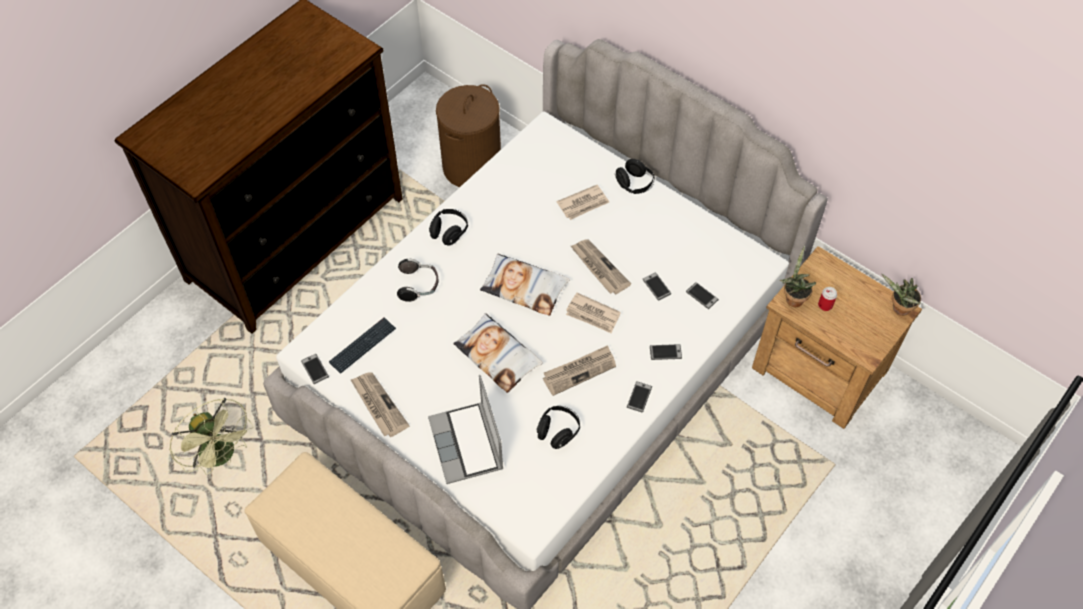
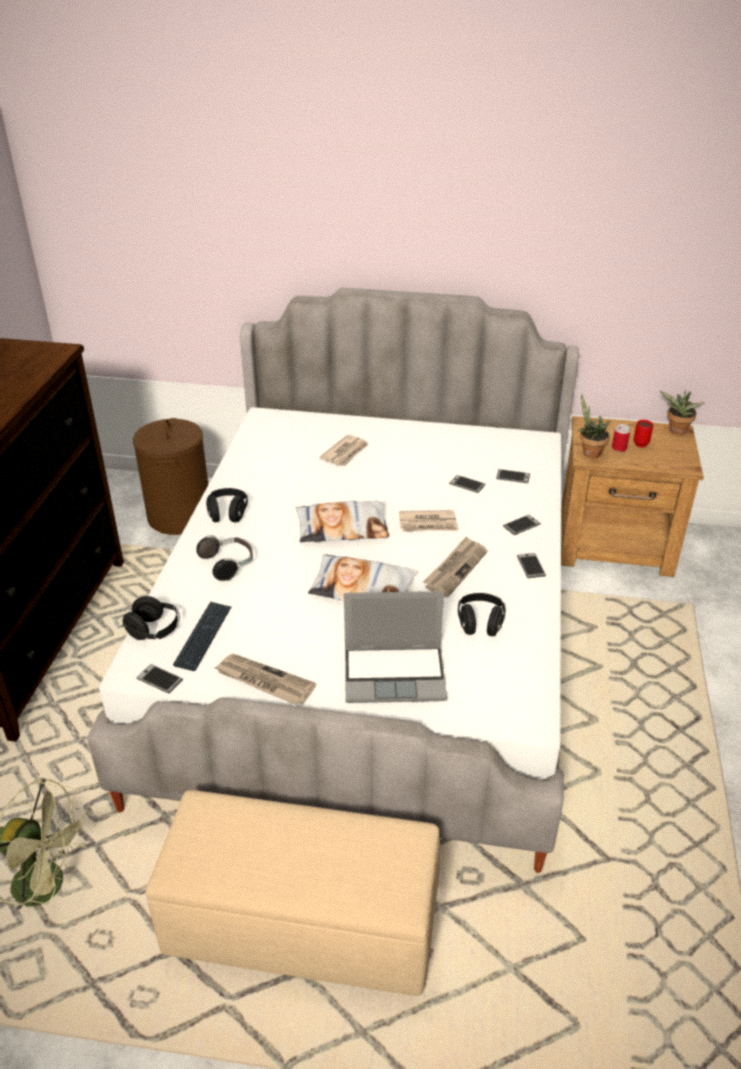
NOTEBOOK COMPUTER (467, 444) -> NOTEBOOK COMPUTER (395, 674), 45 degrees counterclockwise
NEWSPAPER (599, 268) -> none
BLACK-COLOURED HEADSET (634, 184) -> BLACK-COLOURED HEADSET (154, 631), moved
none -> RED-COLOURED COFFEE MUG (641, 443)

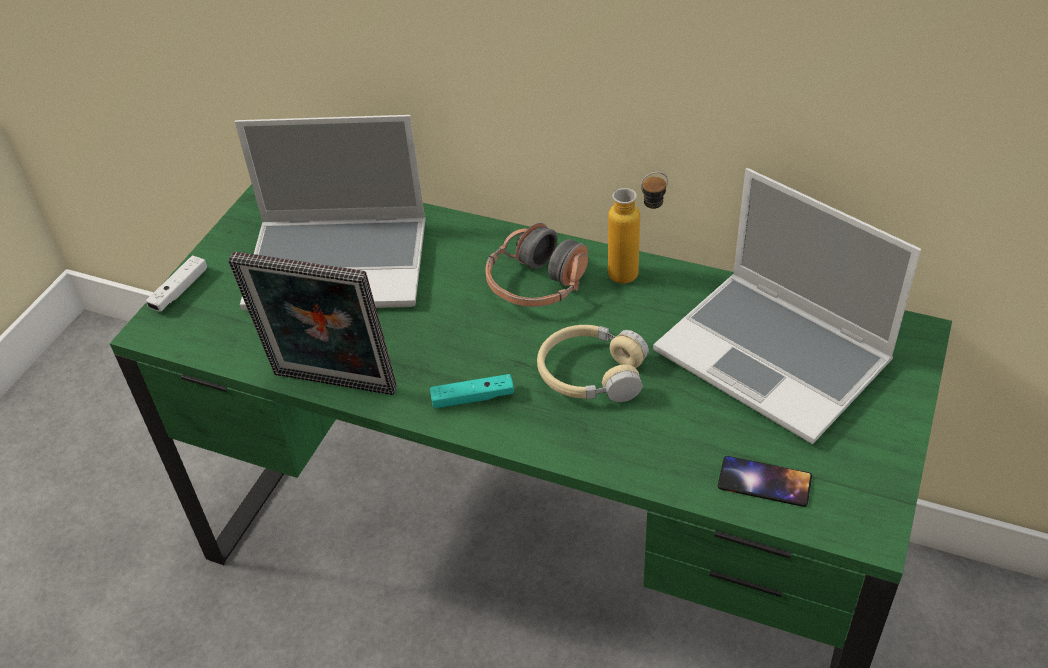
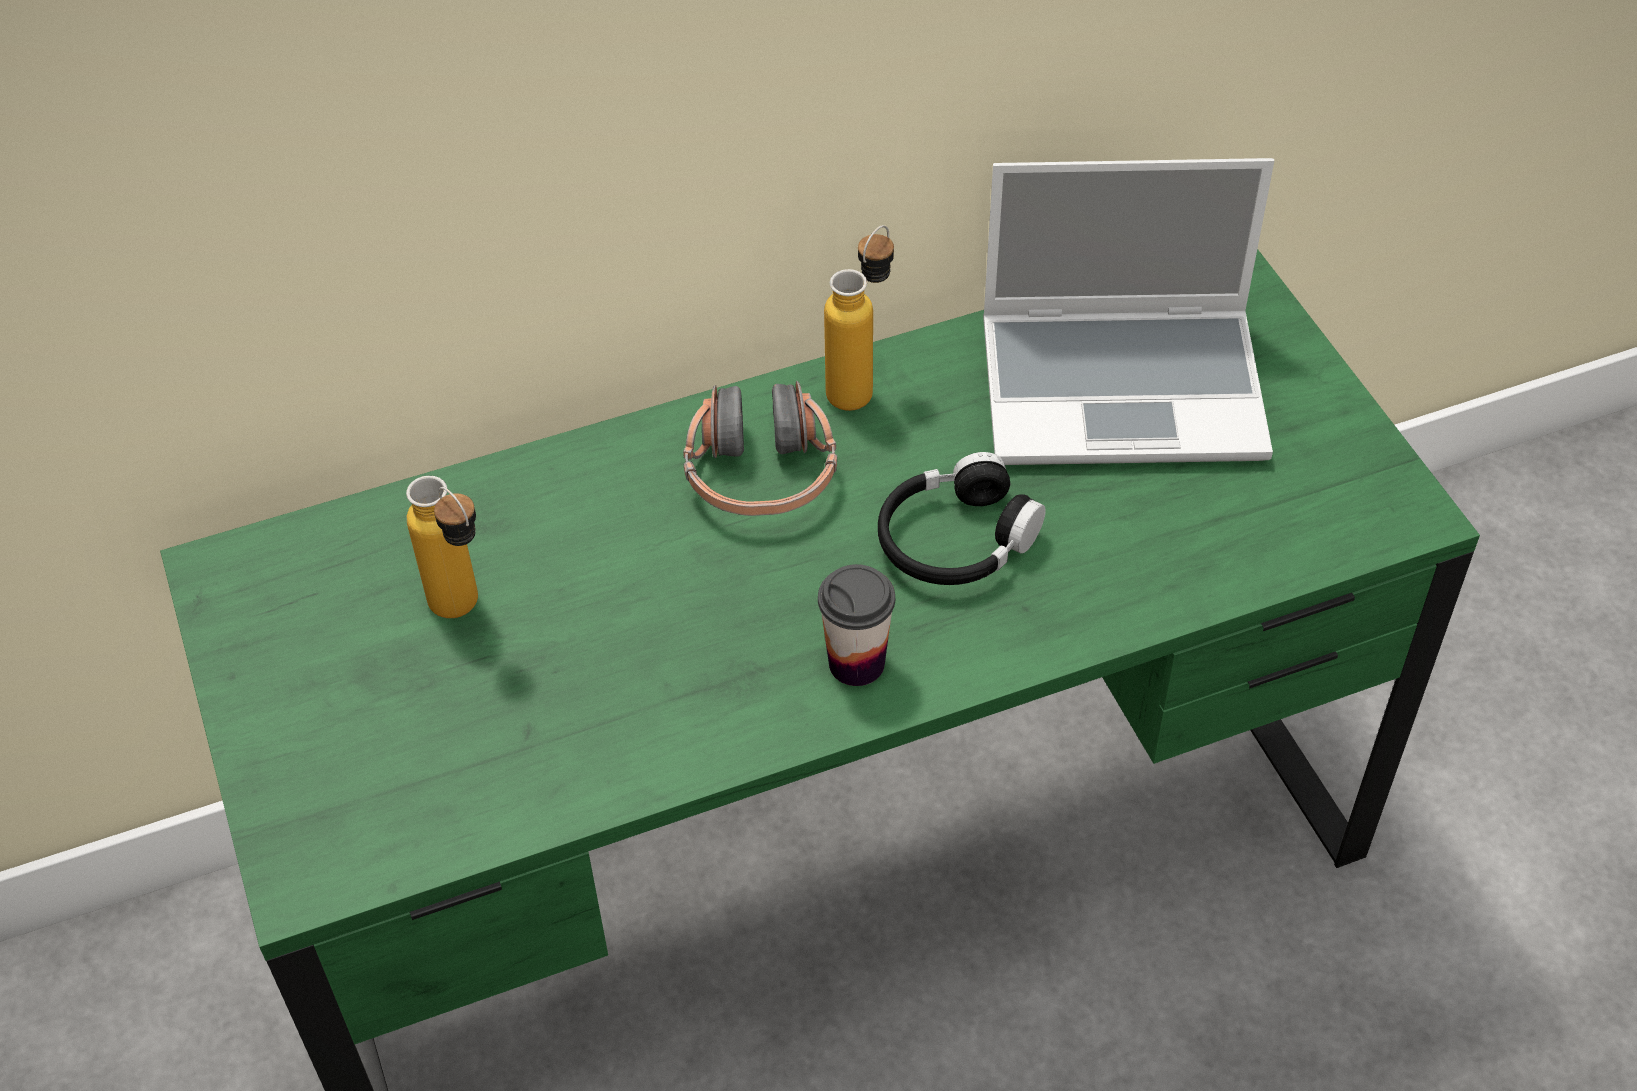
WHITISH JOYPAD (179, 290) -> none
PHOTO FRAME (332, 387) -> none
NOTEBOOK COMPUTER (341, 264) -> DRINK BOTTLE (466, 613)
TURQUOISE-COLOURED JOYPAD (472, 398) -> SMALL CUP (856, 663)
BEIGE HEADSET (591, 374) -> BLACK-COLOURED HEADSET (956, 540)
PHONE (764, 481) -> none

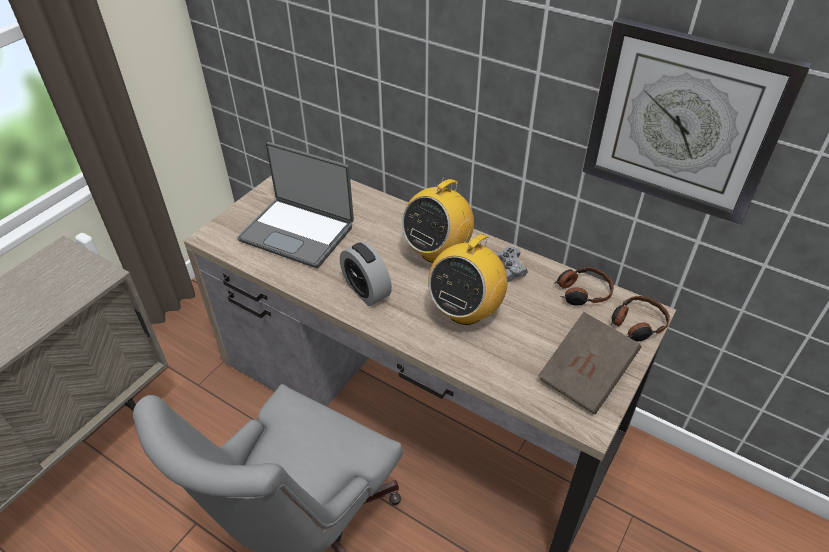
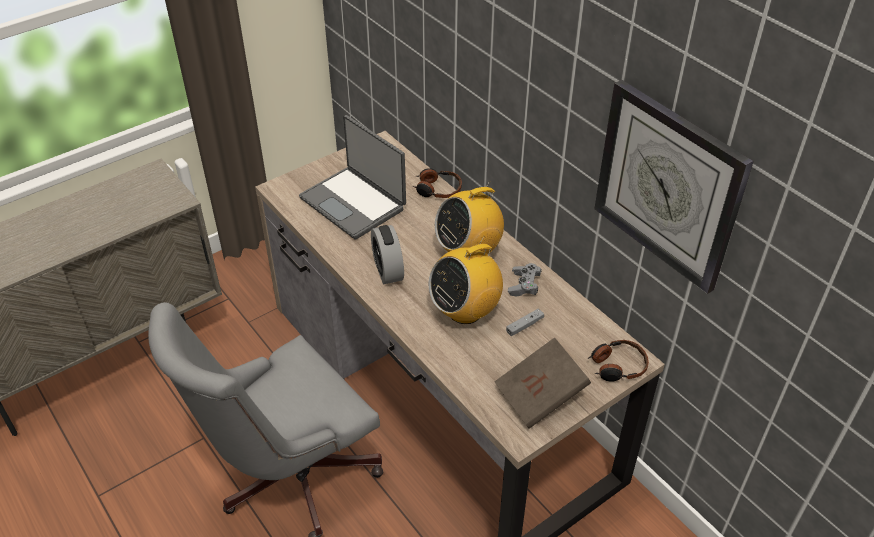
HEADSET (582, 292) -> HEADSET (437, 189), moved
none -> GRAY JOYPAD (524, 325)

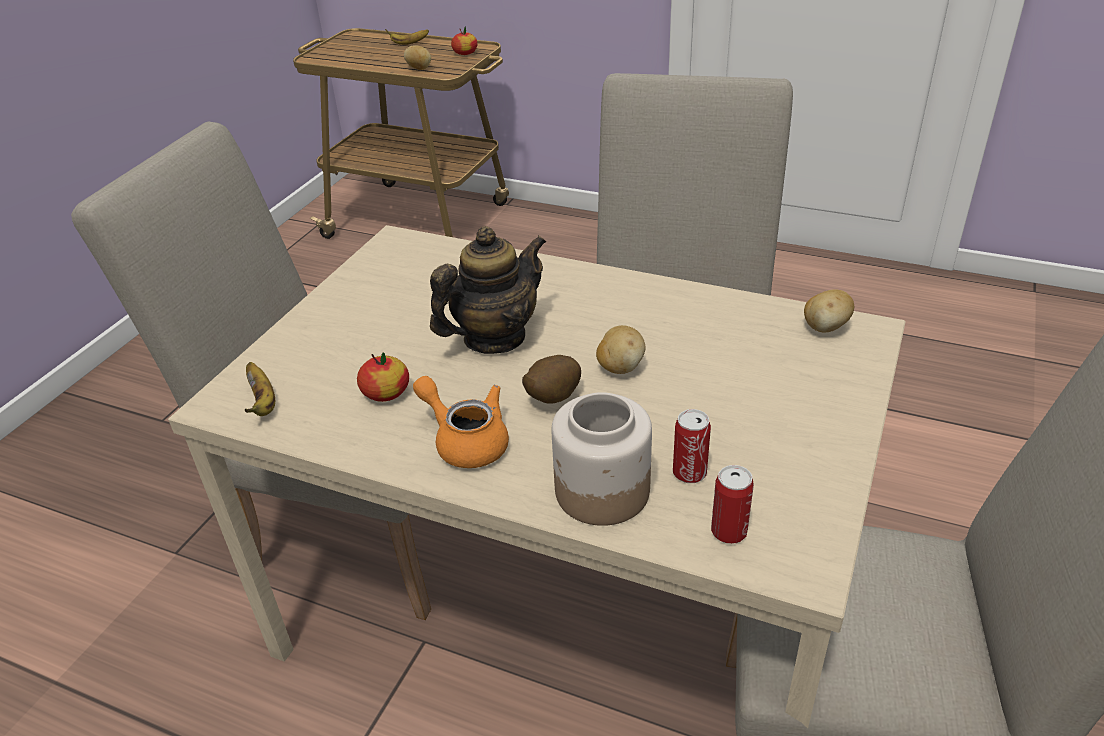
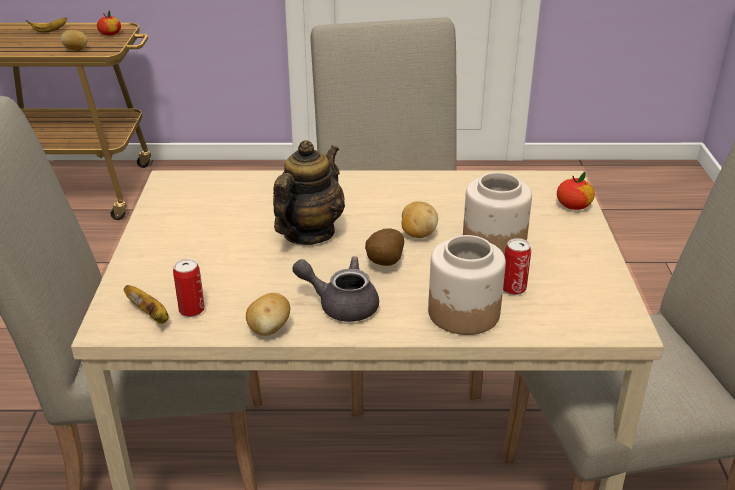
APPLE (386, 393) -> APPLE (573, 205), moved
ORANGE TEA POT (466, 441) -> GRAY TEA POT (341, 304)
METAL CAN (729, 531) -> METAL CAN (191, 310), moved
WHOLE POTATO (825, 327) -> WHOLE POTATO (269, 329), moved
none -> JAR (493, 243)

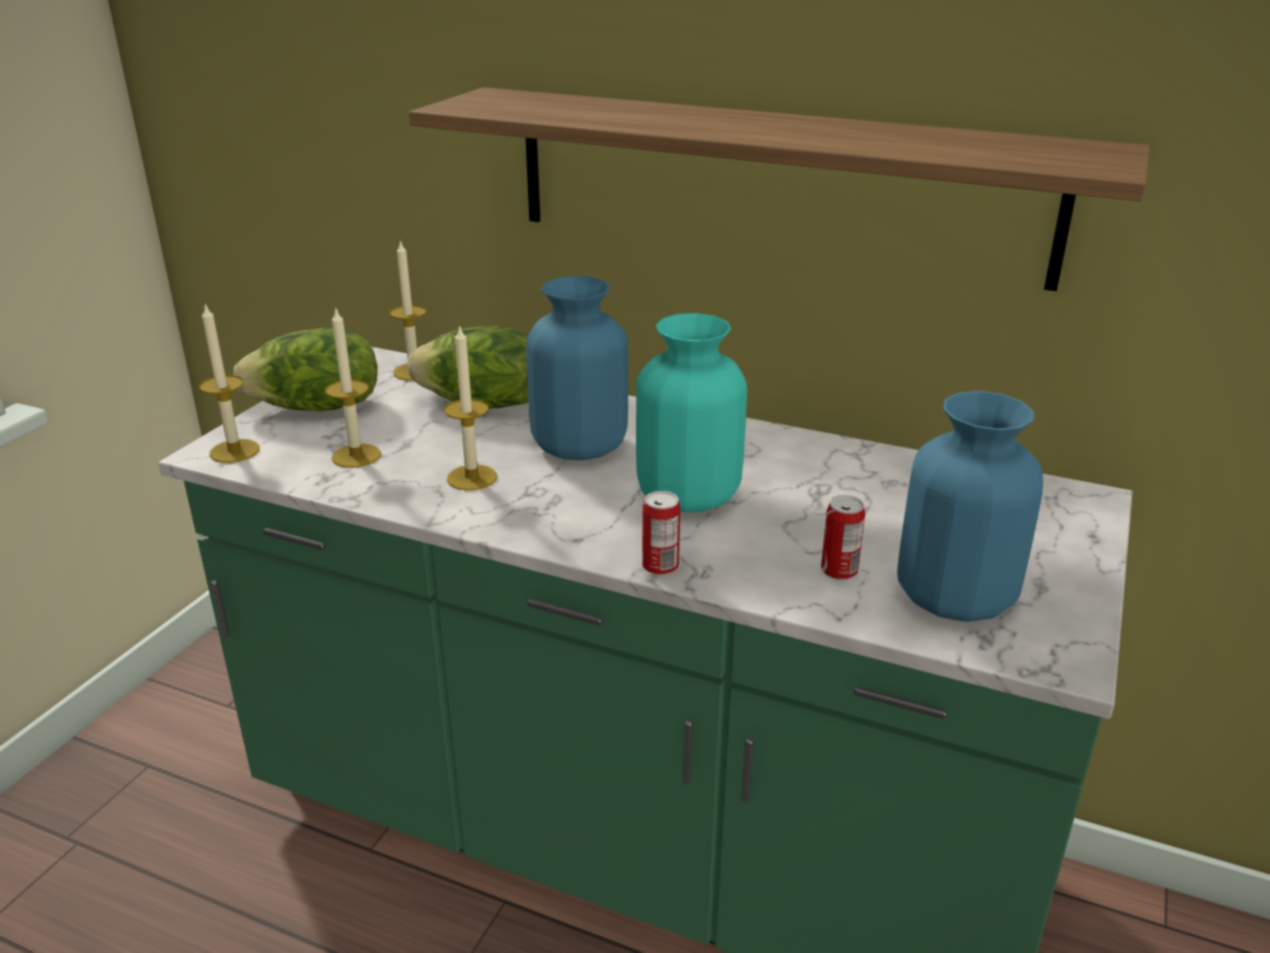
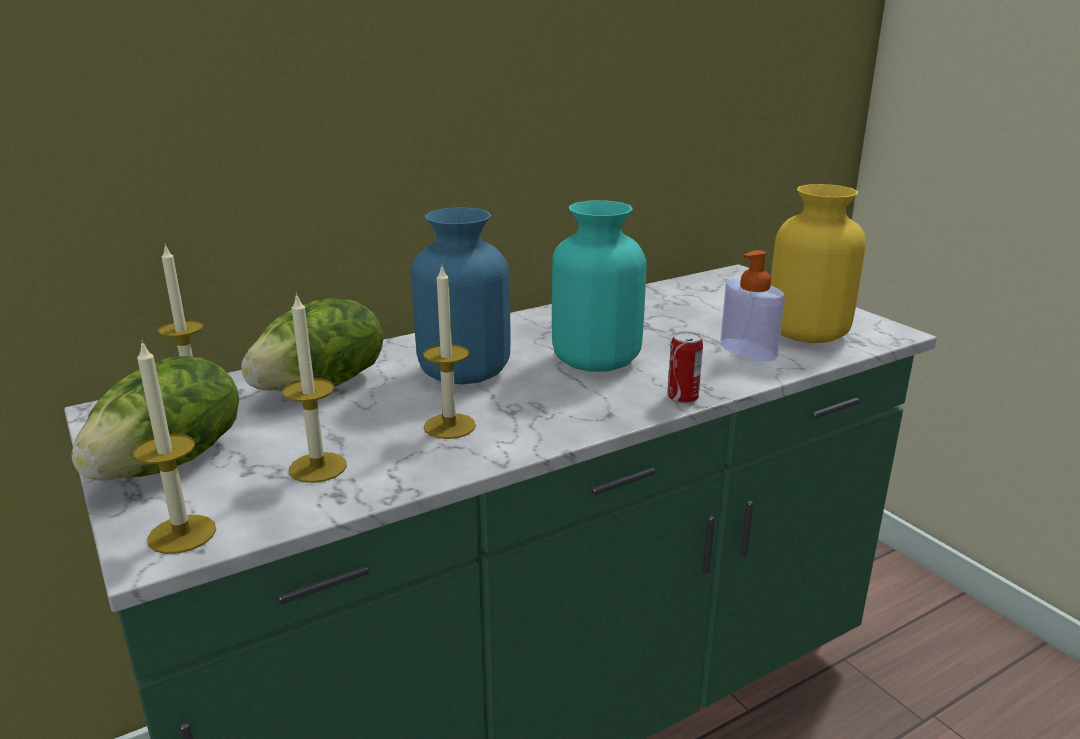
SHELF (776, 184) -> none
METAL CAN (839, 571) -> SOAP BOTTLE (748, 350)
BLUISH VASE (955, 597) -> YELLOWISH VASE (807, 333)

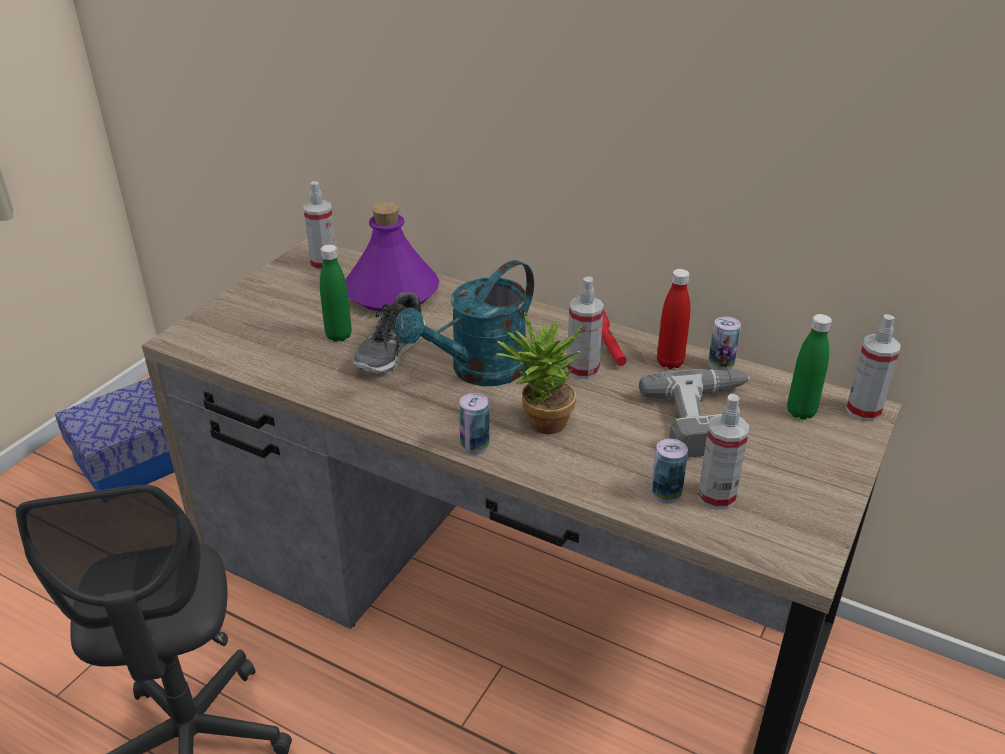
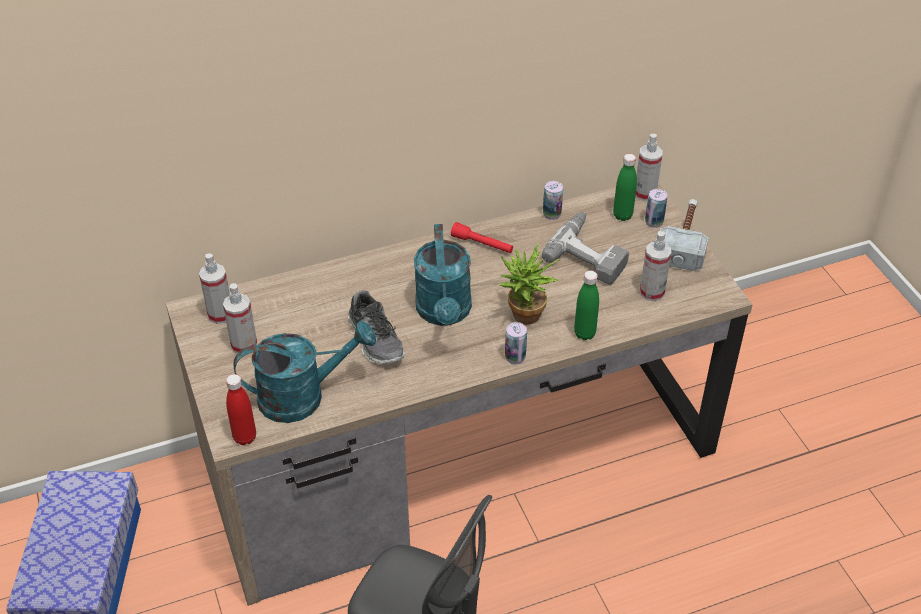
GREEN DRINK BOTTLE (338, 336) -> GREEN DRINK BOTTLE (584, 333), moved
PURPLE DRINK BOTTLE (392, 292) -> none
HAND SPRAYER (582, 370) -> HAND SPRAYER (244, 345), moved
METAL CAN (666, 494) -> METAL CAN (654, 222), moved
RED-COLOURED DRINK BOTTLE (670, 362) -> RED-COLOURED DRINK BOTTLE (245, 437), moved
none -> TURQUOISE-COLOURED WATERING CAN (303, 396)
none -> TOOL HAMMER (684, 240)

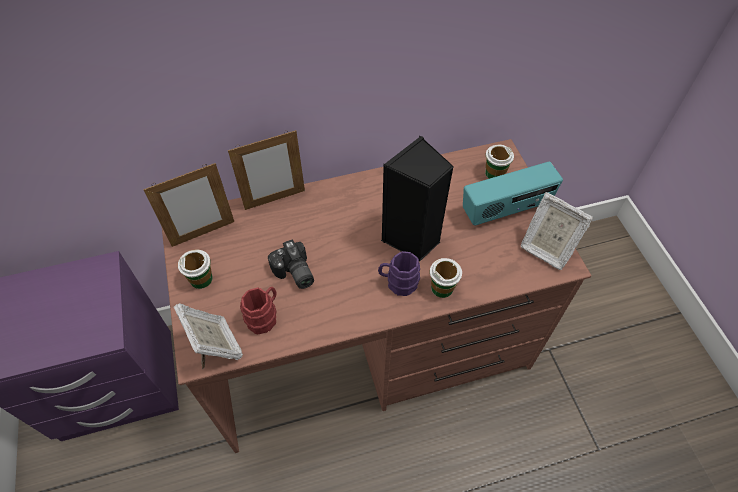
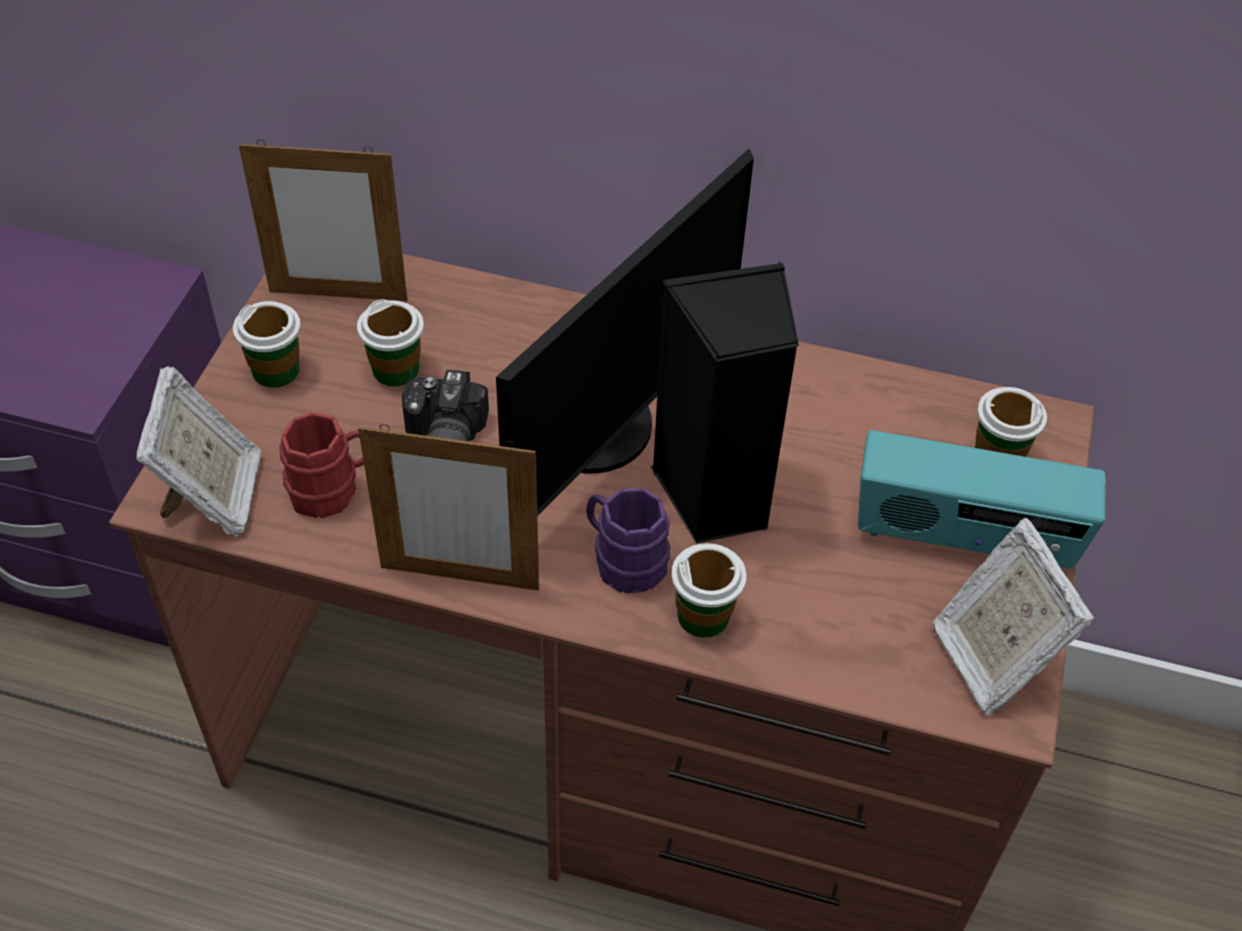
PHOTO FRAME (275, 199) -> PHOTO FRAME (459, 577), moved
none -> SMALL CUP (396, 369)
none -> COMPUTER SCREEN (602, 431)

